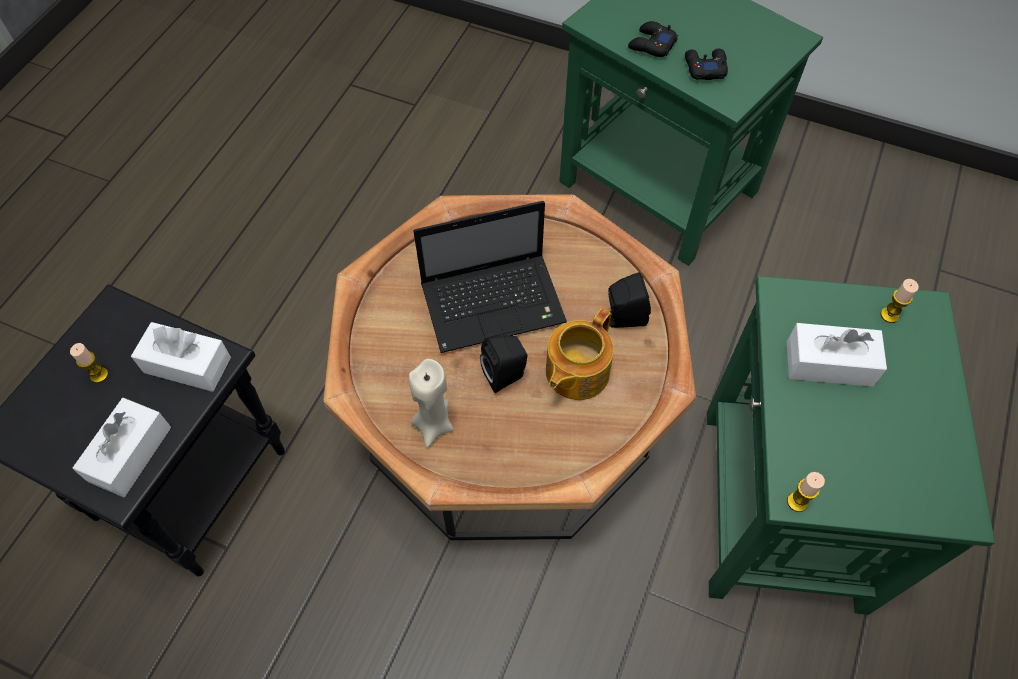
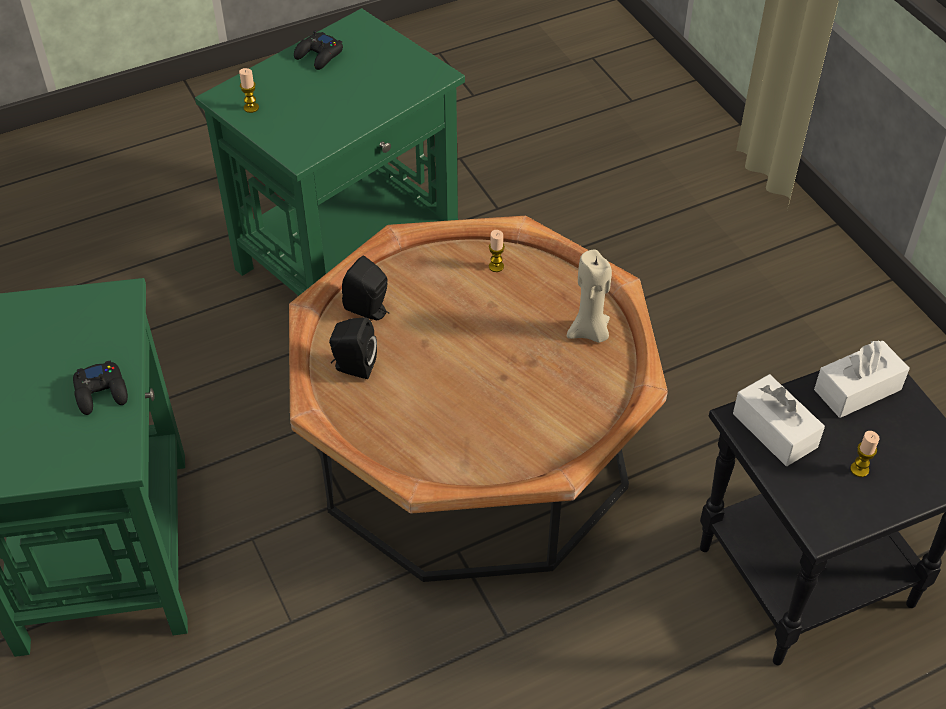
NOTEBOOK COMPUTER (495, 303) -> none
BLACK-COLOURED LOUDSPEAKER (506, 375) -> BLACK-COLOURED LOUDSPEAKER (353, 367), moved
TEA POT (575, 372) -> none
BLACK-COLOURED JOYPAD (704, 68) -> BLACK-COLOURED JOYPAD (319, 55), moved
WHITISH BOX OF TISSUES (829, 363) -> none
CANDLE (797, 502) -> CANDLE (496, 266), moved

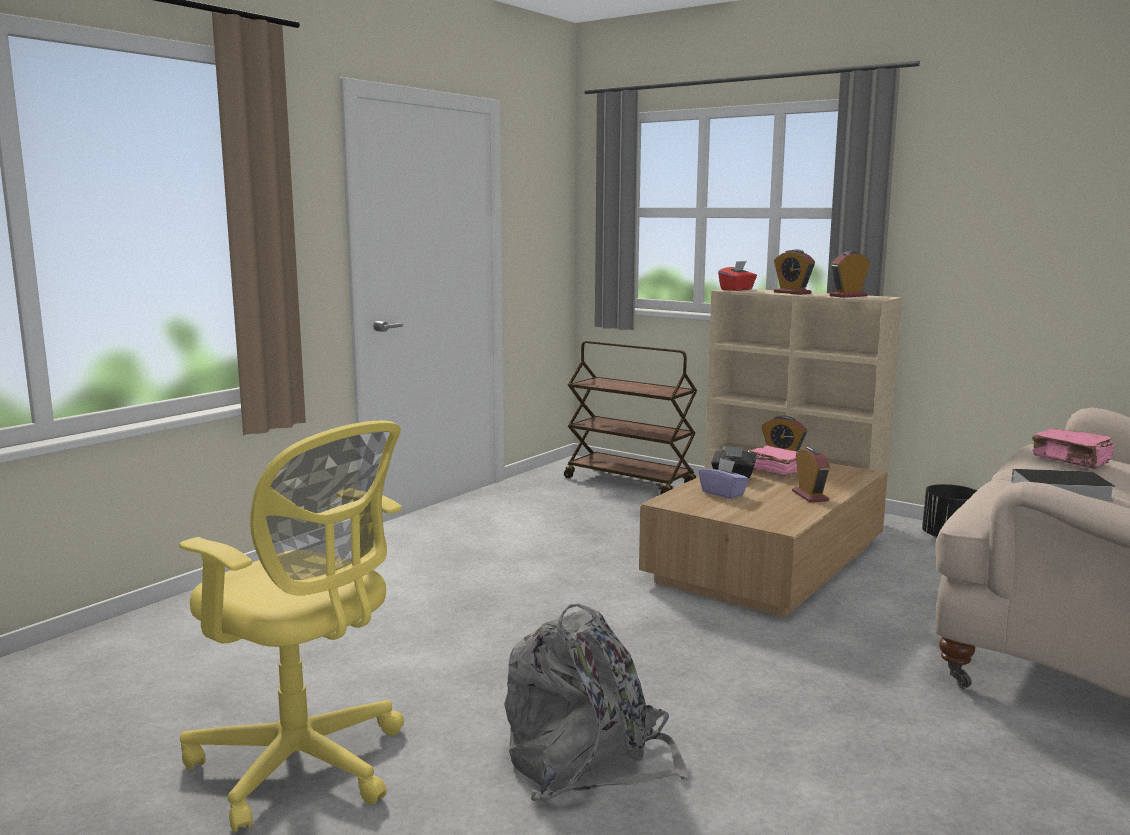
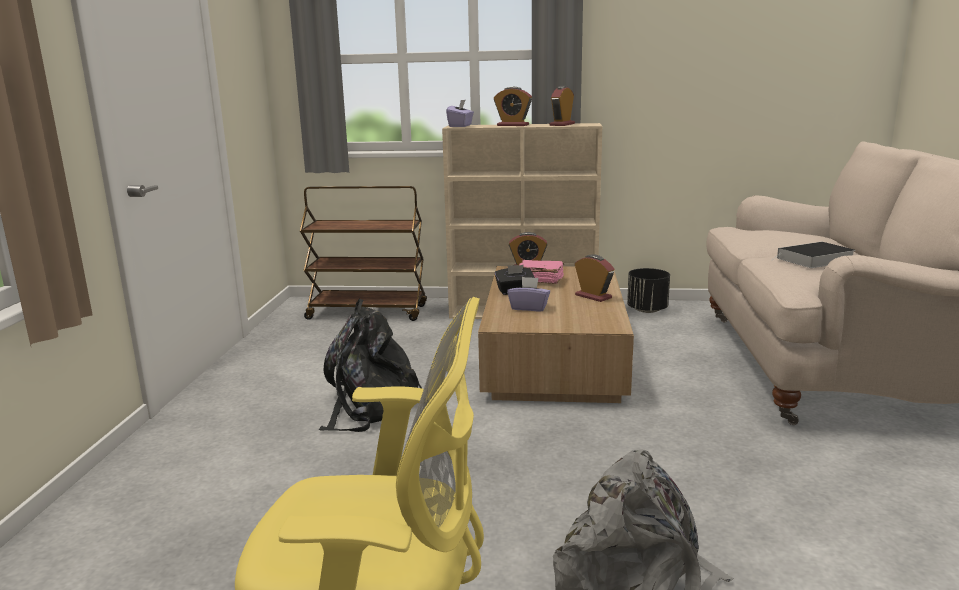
RED-COLOURED BOX OF TISSUES (737, 289) -> PURPLE BOX OF TISSUES (460, 126)
PINK VOLUME (1071, 460) -> none
none -> BLACK-COLOURED RUCKSACK (369, 406)

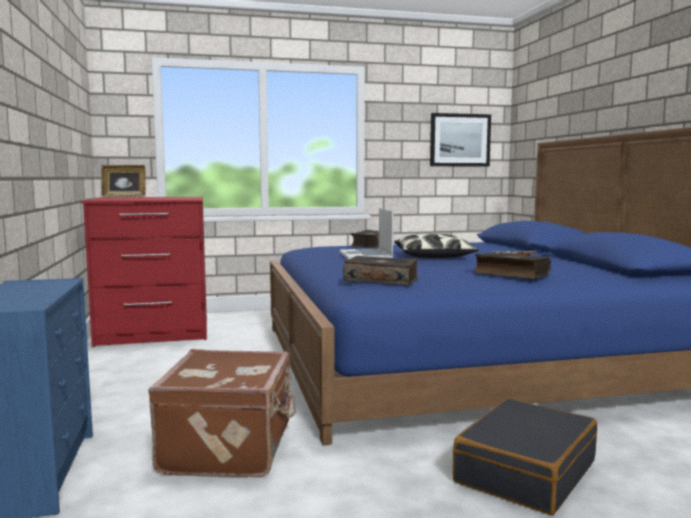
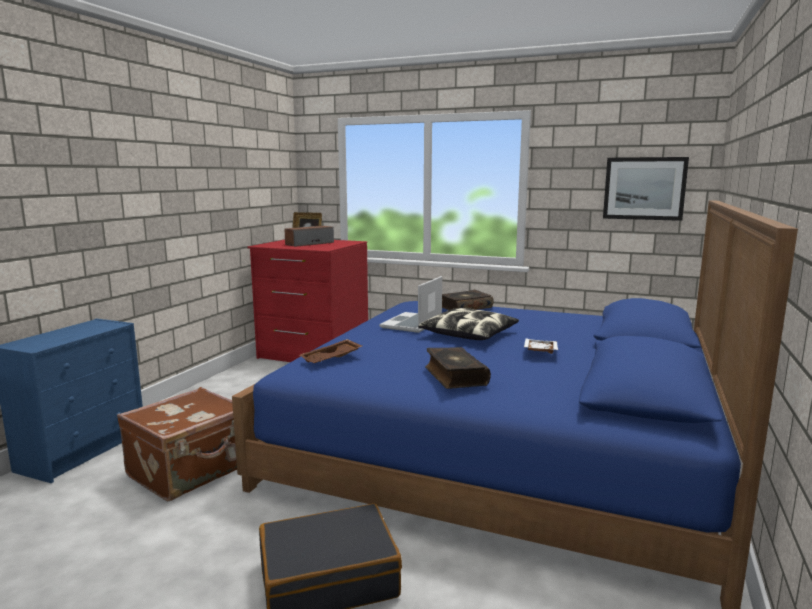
VOLUME (381, 280) -> BROWN SERVING TRAY (331, 359)
none -> LOUDSPEAKER (309, 243)

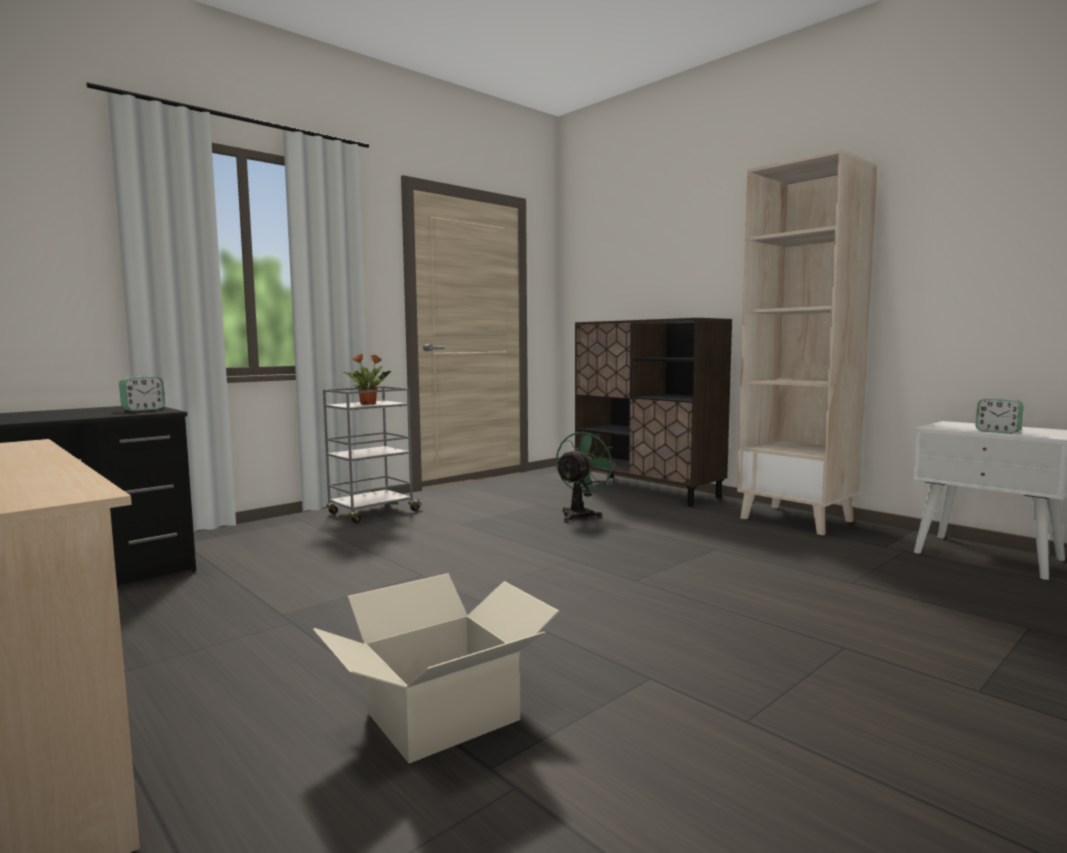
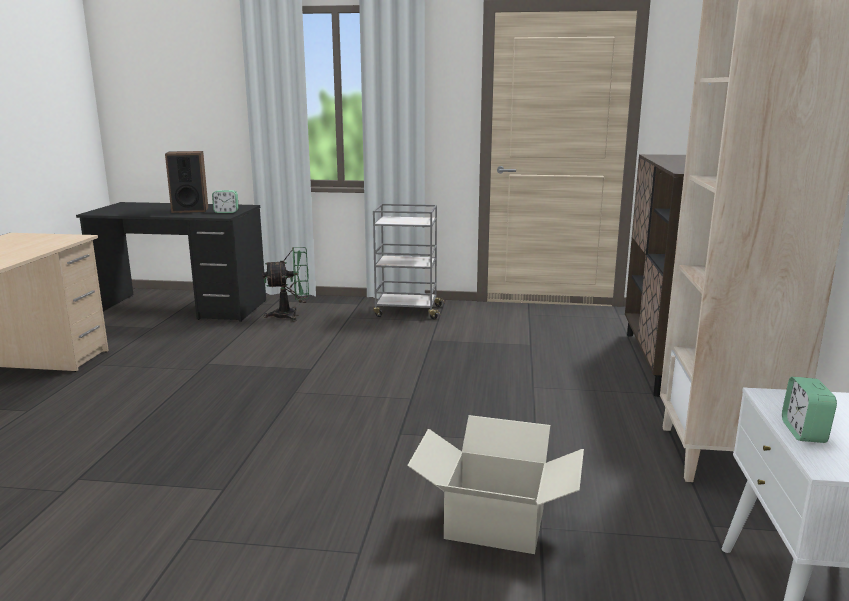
CARDBOARD BOX (441, 714) -> CARDBOARD BOX (495, 522), moved
PLANT IN A POT (369, 404) -> none
GREEN FAN (580, 515) -> GREEN FAN (291, 316), moved
none -> LOUDSPEAKER (190, 210)

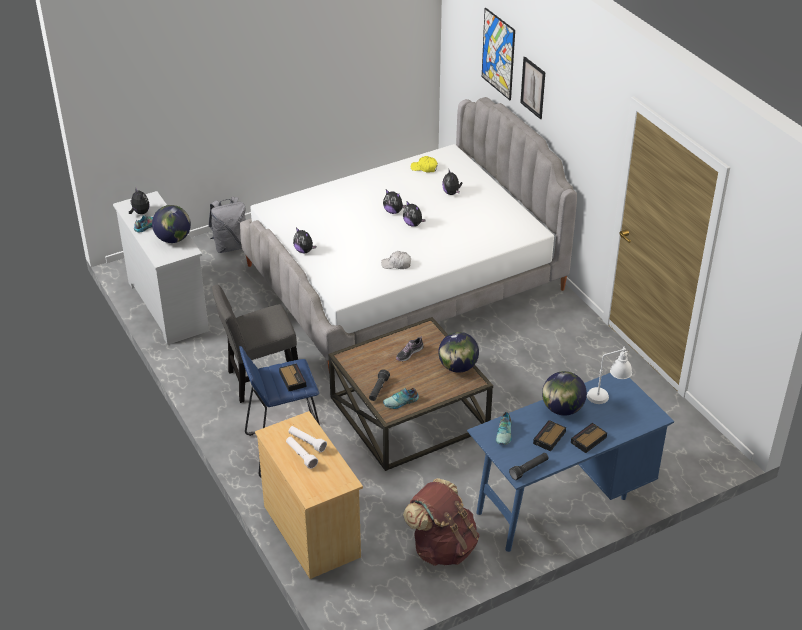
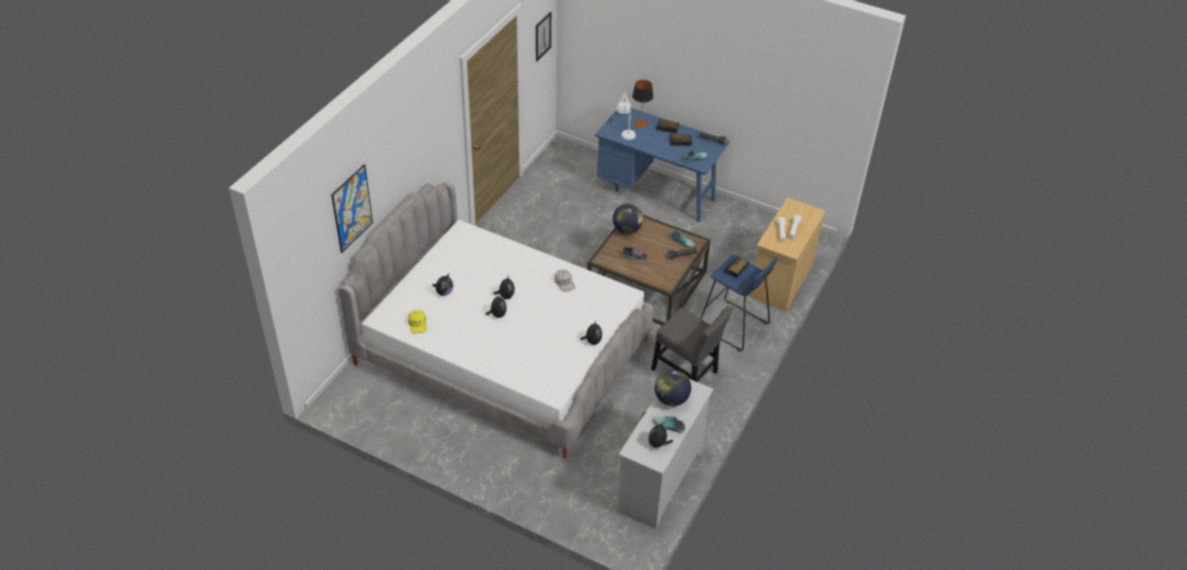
GRAY RUCKSACK (231, 246) -> none
BROWN RUCKSACK (442, 547) -> none
PICTURE (533, 87) -> PICTURE (543, 36), moved
DESK GLOBE (562, 409) -> none
none -> TABLETOP LAMP (640, 123)

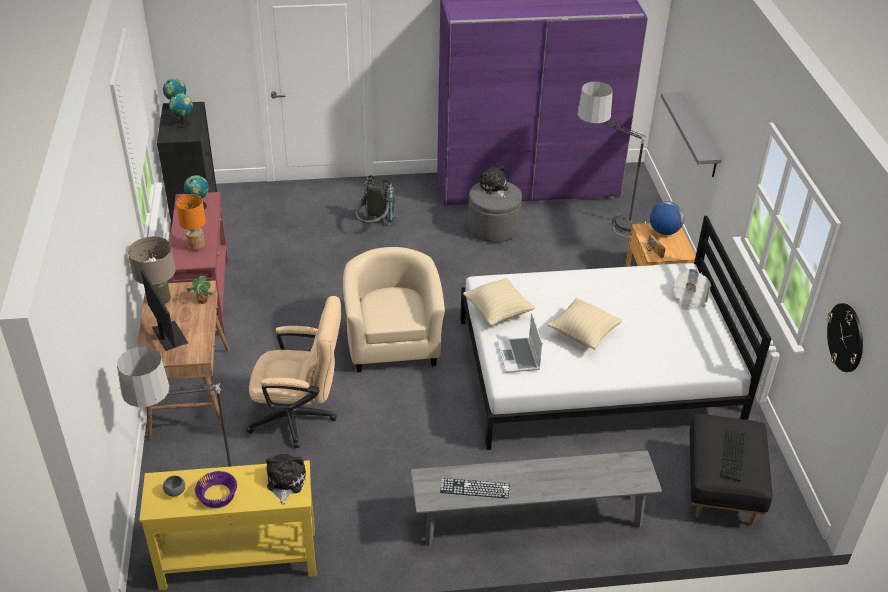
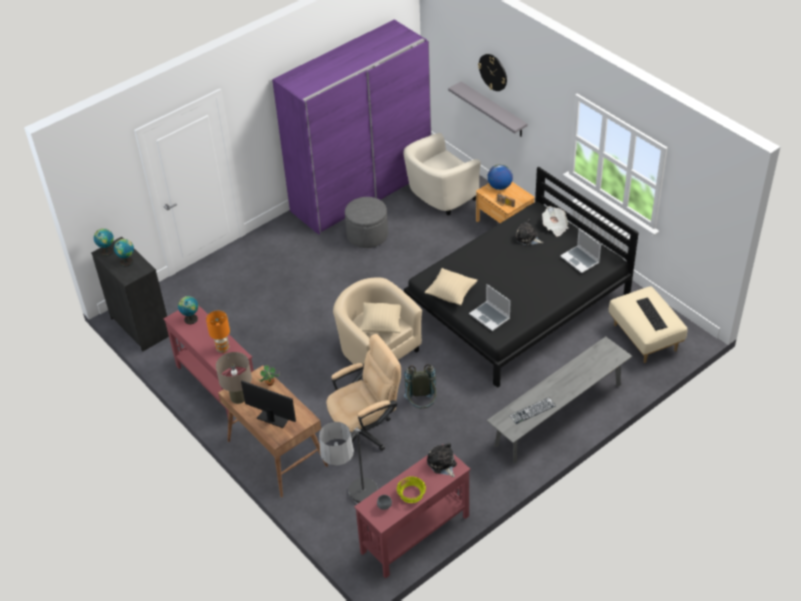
YELLOWISH NARROW TABLE (238, 560) -> RED-COLOURED NARROW TABLE (414, 534)
PURPLE DEEP DISH (217, 495) -> YELLOWISH DEEP DISH (411, 493)
GRAY RUCKSACK (373, 226) -> GRAY RUCKSACK (422, 404), moved
WHITISH BEDROOM BED (596, 372) -> BLACK-COLOURED BEDROOM BED (518, 303)
SOFT TOY (494, 188) -> SOFT TOY (528, 238), moved
BEIGE THROW PILLOW (583, 334) -> BEIGE THROW PILLOW (382, 325), moved
FLOOR LAMP (605, 226) -> BEIGE ARMCHAIR (439, 197)
BLACK-COLOURED POUFFE (721, 487) -> BEIGE POUFFE (644, 338)
CLOCK ON THE WALL (846, 337) -> CLOCK ON THE WALL (493, 72), moved
none -> NOTEBOOK COMPUTER (580, 260)

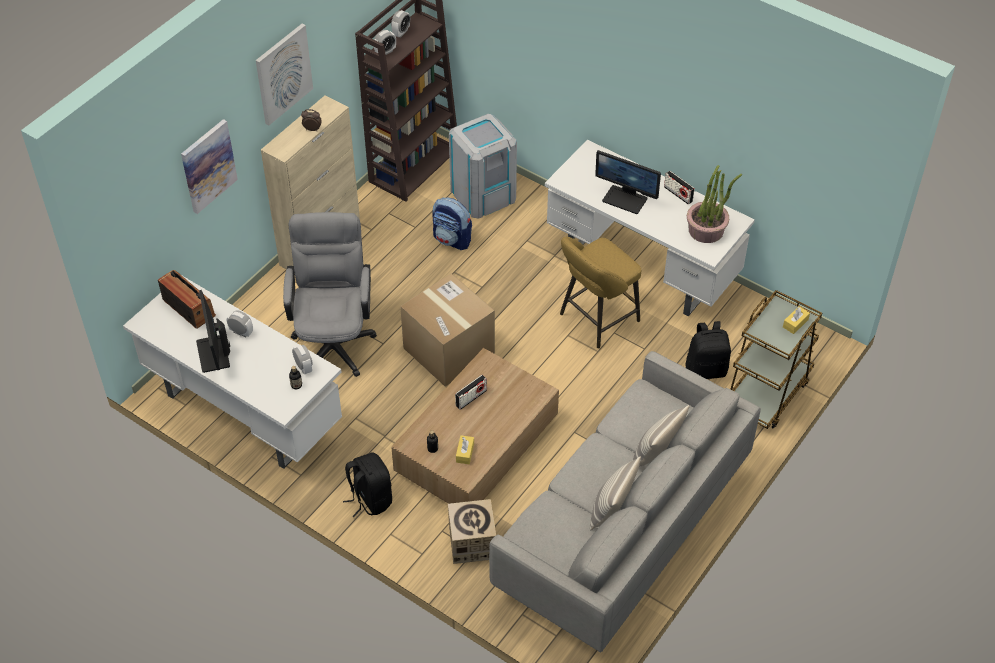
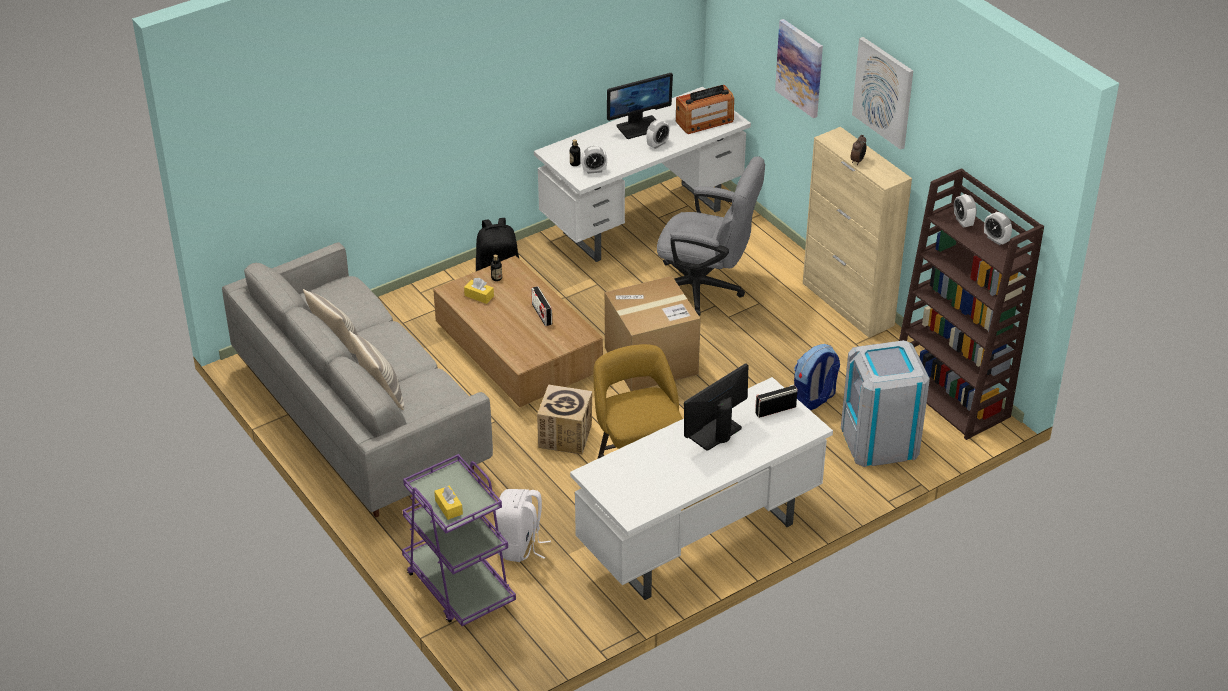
COMPUTER SCREEN (214, 354) -> COMPUTER SCREEN (639, 127), 150 degrees clockwise
CARDBOARD BOX (472, 543) -> CARDBOARD BOX (565, 436), moved
RADIO SET (678, 194) -> RADIO SET (775, 410), moved
BLACK-COLOURED RUCKSACK (706, 369) -> WHITISH RUCKSACK (519, 547)
PLANT IN A POT (706, 230) -> none
BROWN CART (766, 393) -> PURPLE CART (458, 585)

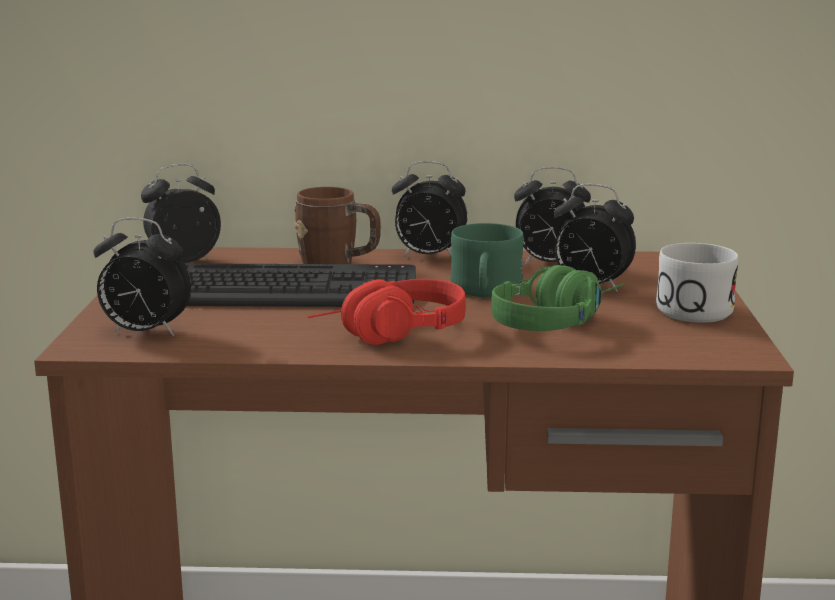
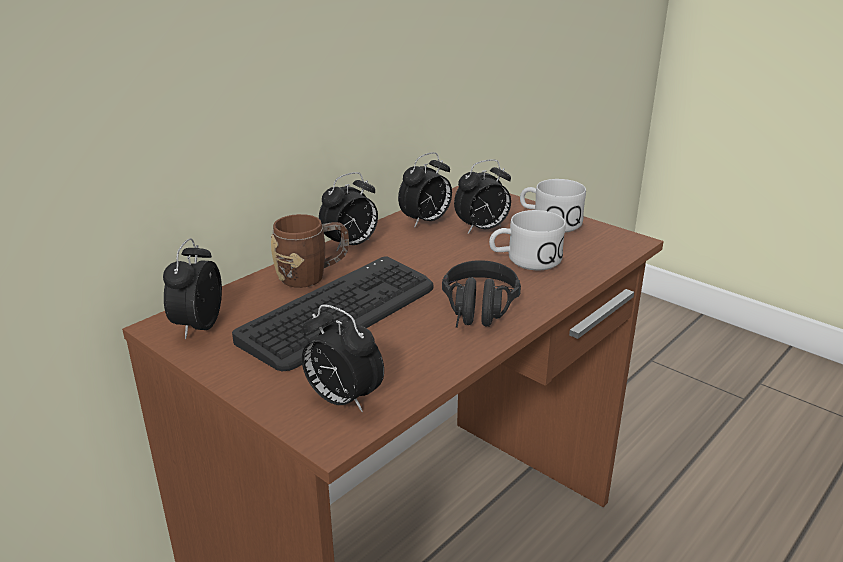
BEDSIDE CLOCK (144, 333) -> BEDSIDE CLOCK (342, 400), 75 degrees clockwise
RED-COLOURED HEADSET (390, 335) -> BLACK-COLOURED HEADSET (478, 314)
GREEN COFFEE MUG (485, 292) -> none
GREEN HEADSET (558, 322) -> WHITISH COFFEE MUG (524, 260)

